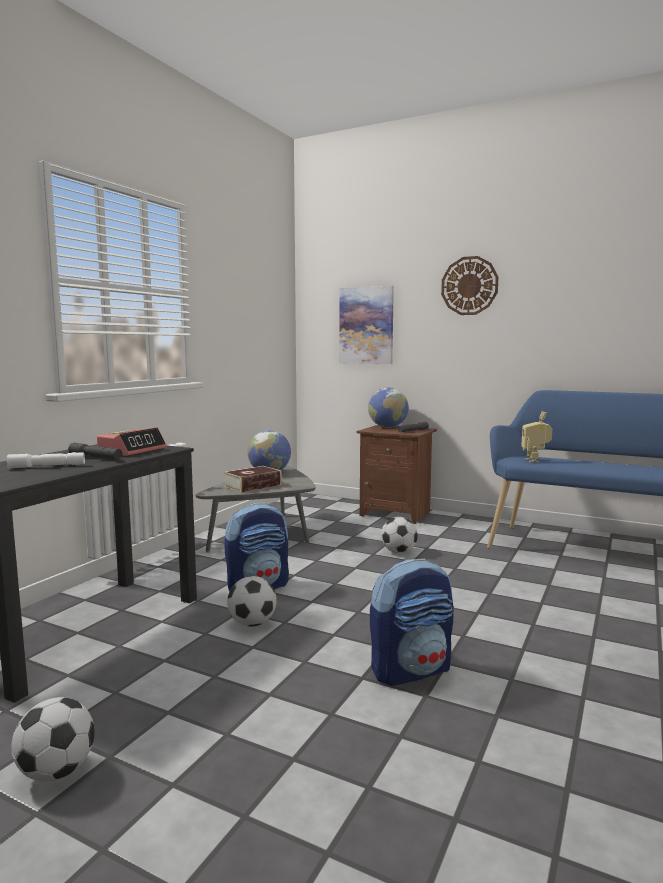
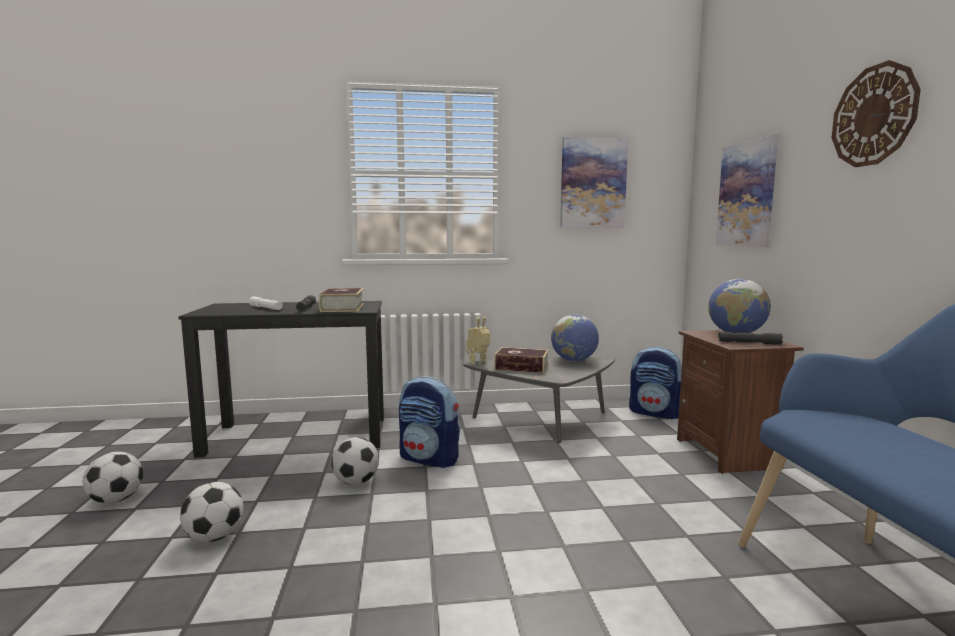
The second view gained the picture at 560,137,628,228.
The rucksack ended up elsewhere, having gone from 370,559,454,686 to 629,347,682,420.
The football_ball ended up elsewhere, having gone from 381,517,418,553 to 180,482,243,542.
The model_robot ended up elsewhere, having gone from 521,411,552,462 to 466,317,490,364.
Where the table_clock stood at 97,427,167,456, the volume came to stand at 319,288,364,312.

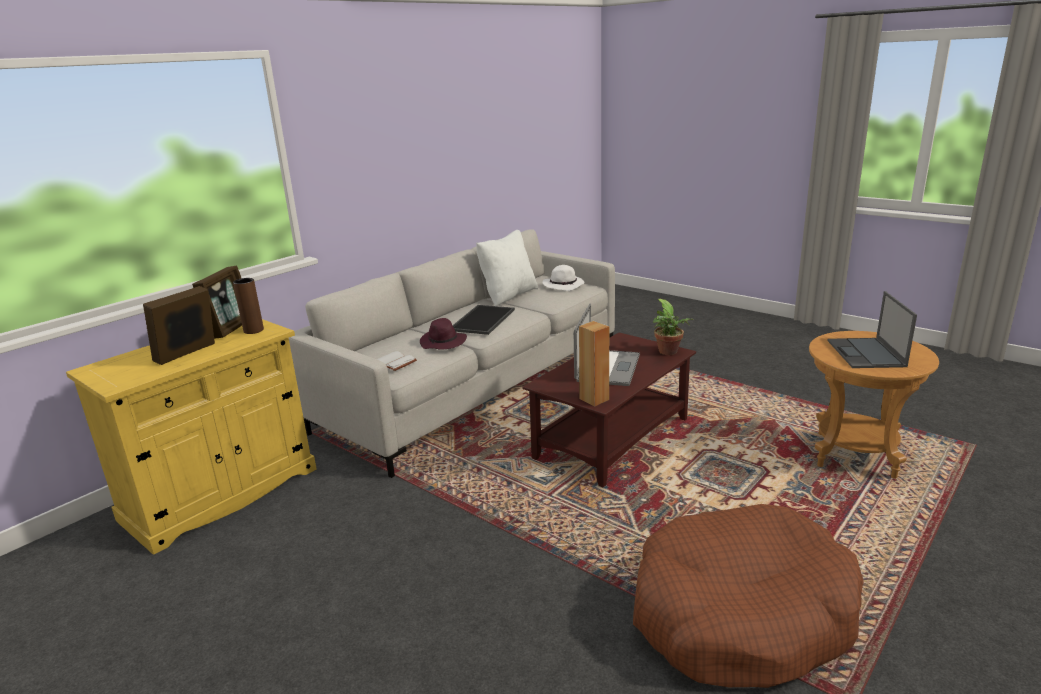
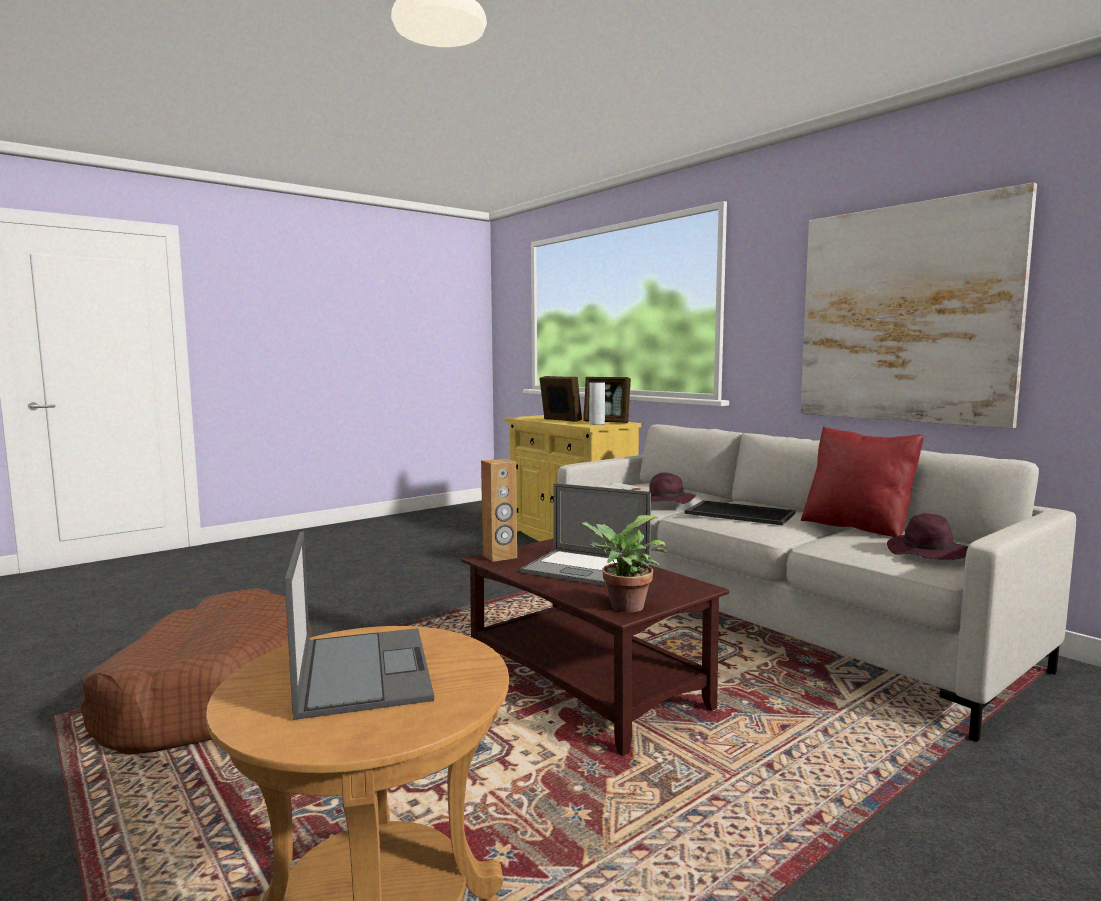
The second view gained the picture at 800,182,1037,428.
What was the brown-coloured_vase at 233,278,264,334 turned into the greyish_vase at 589,382,605,425.
What was the whitish_throw_pillow at 476,230,538,306 turned into the red-coloured_throw_pillow at 801,426,924,537.
What was the whitish_wearable_hat at 542,265,584,291 turned into the purple-coloured_wearable_hat at 887,514,968,560.
The notebook_computer at 827,291,917,368 ended up facing another way, 60 degrees clockwise from before.

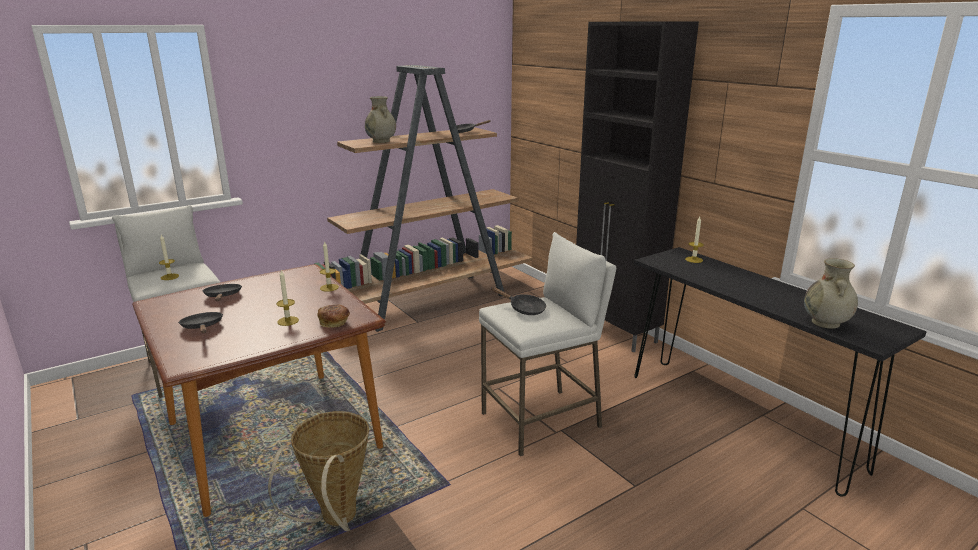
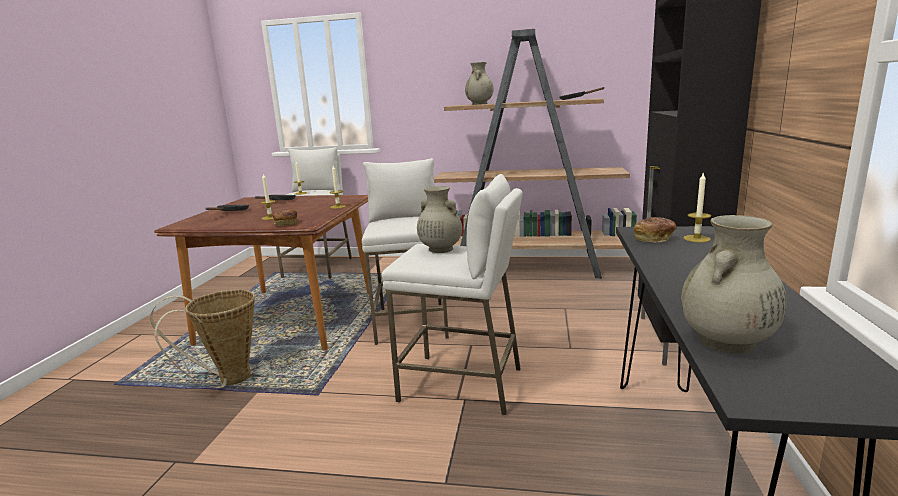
The second view gained the whitish_sitting_stool at 362,158,449,345.
The second view gained the bakery_bread at 634,217,677,242.
Where the black-coloured_pan stood at 491,287,546,315, the beige_vase came to stand at 417,186,462,253.

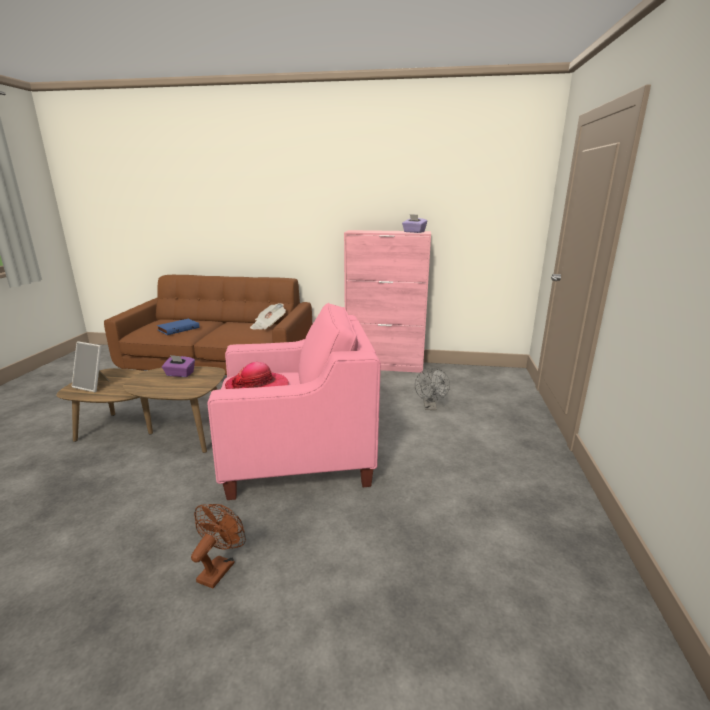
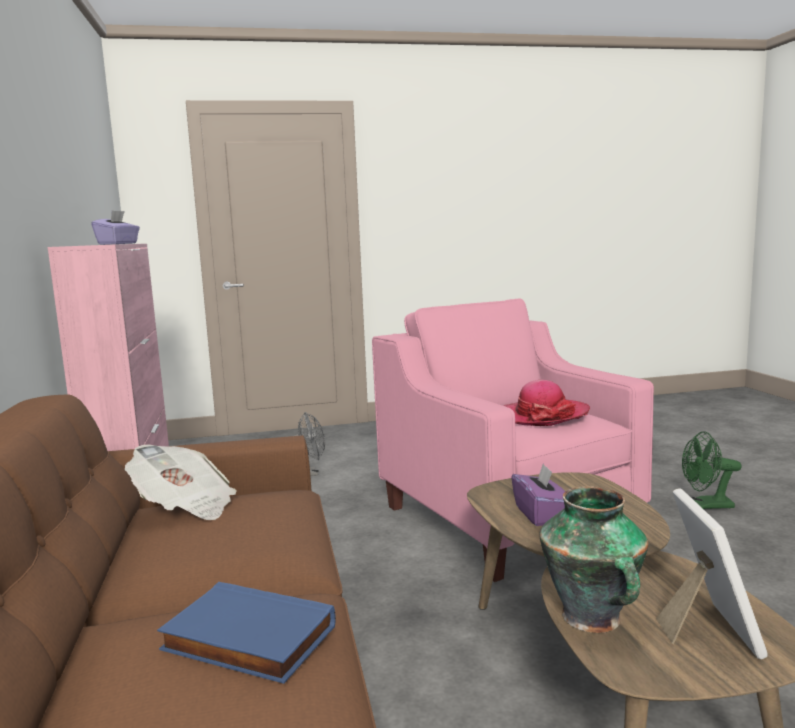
The second view gained the vase at 539,486,649,633.
What was the brown-coloured_fan at 191,504,246,589 turned into the greenish_fan at 682,431,742,509.

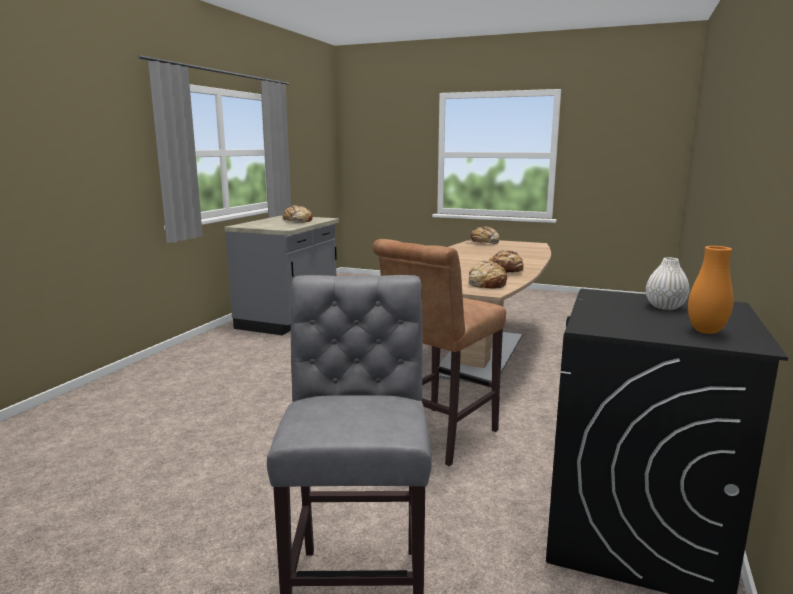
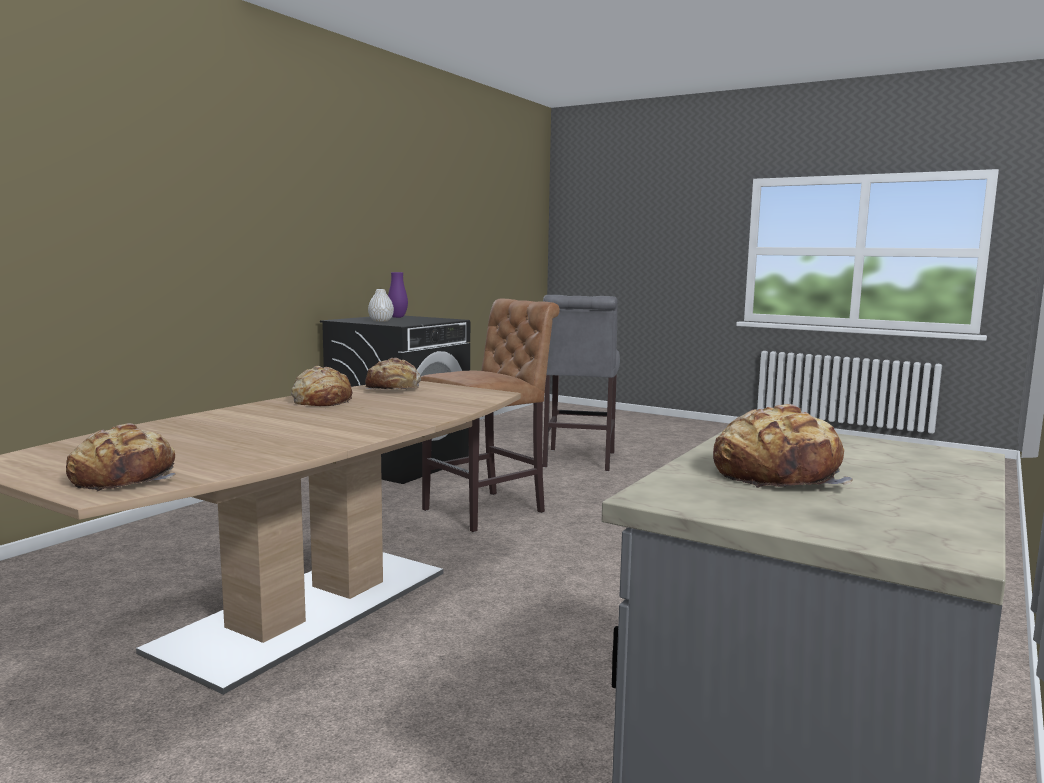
What was the orange-coloured_vase at 688,246,734,334 turned into the purple-coloured_vase at 388,272,408,318.

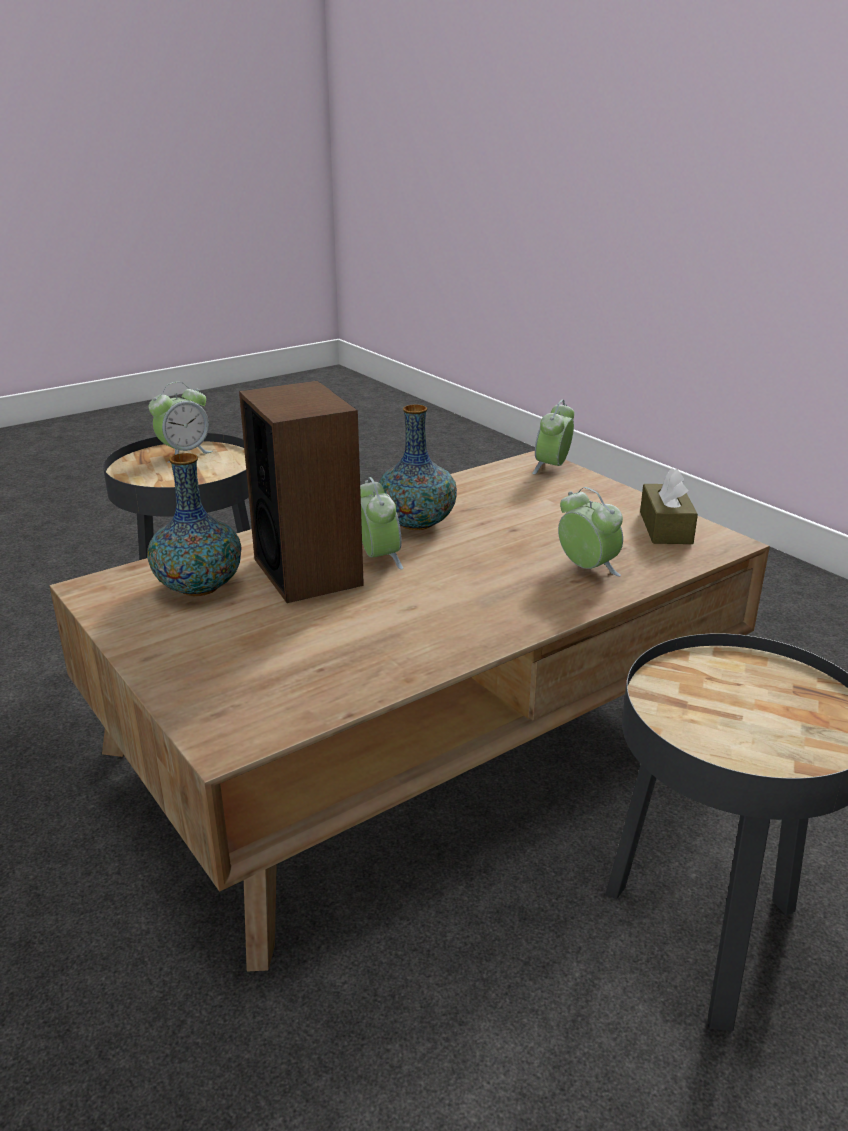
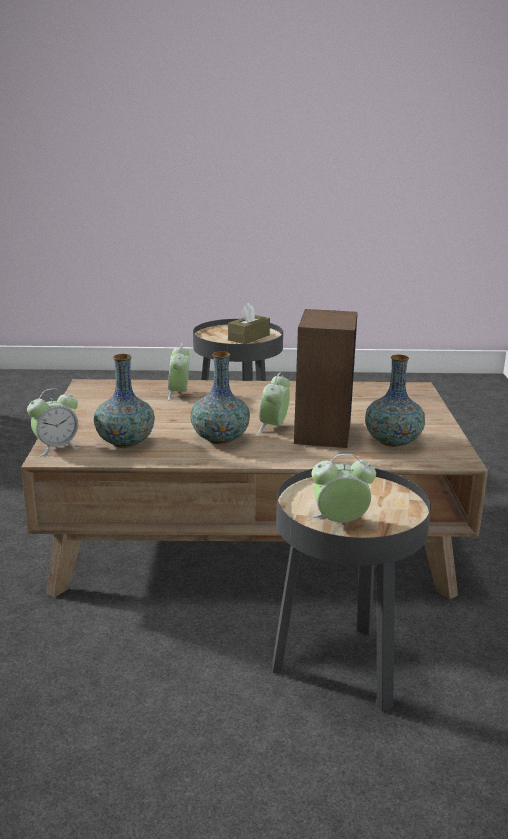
The second view gained the vase at 94,354,155,448.
The brown-coloured_box_of_tissues ended up elsewhere, having gone from 640,468,698,544 to 228,303,270,344.

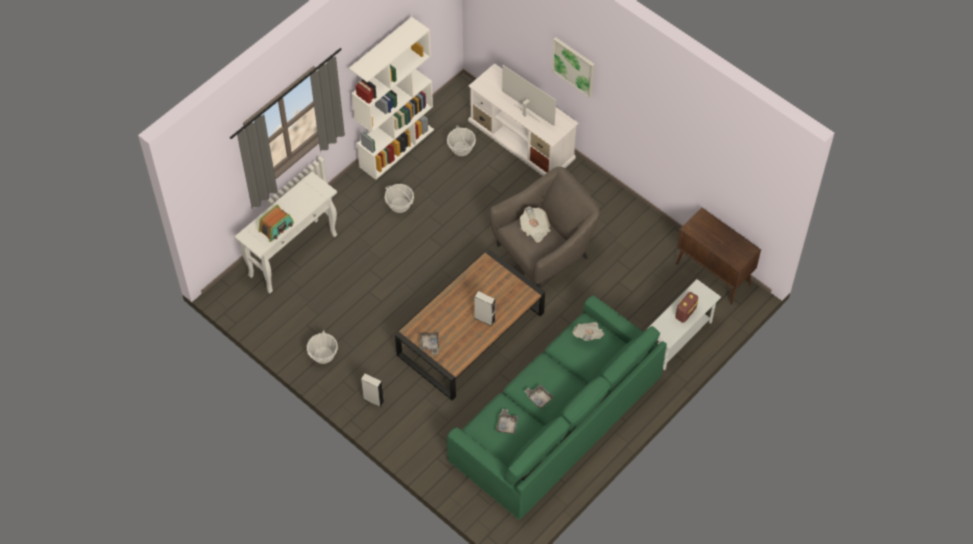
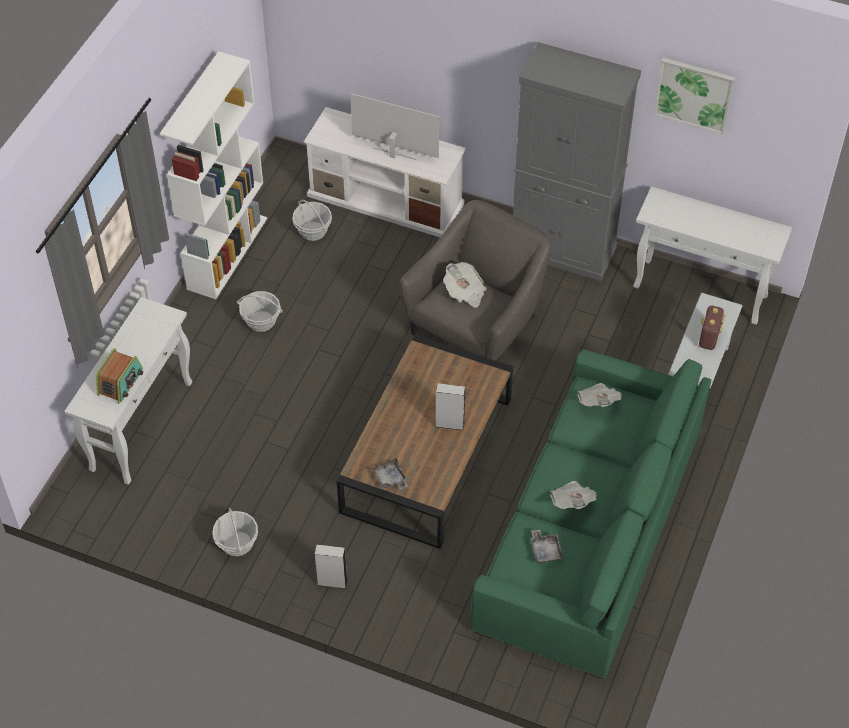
The second view gained the greyish_cabinet at 513,42,641,281.
The picture ended up elsewhere, having gone from 552,37,595,98 to 653,58,735,135.
Where the greyish_serving_tray stood at 524,384,554,408, the printed_paper came to stand at 550,481,597,509.
Where the brown-coloured_cabinet stood at 676,208,761,304, the whitish_hall_table came to stand at 633,186,792,325.

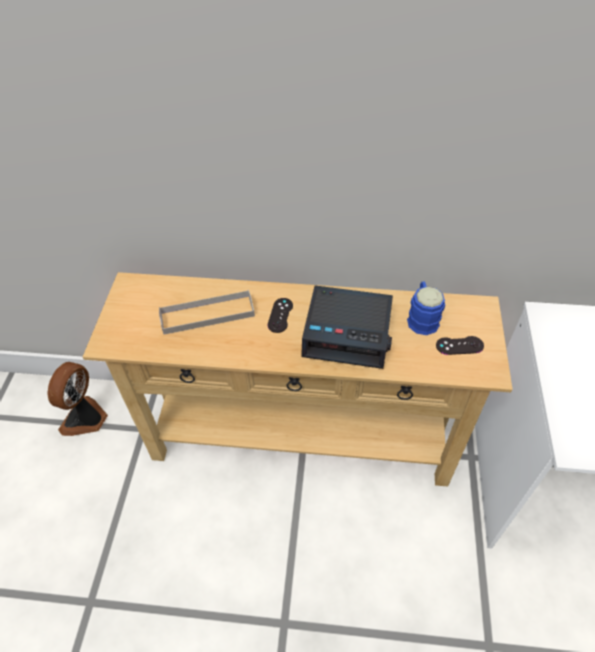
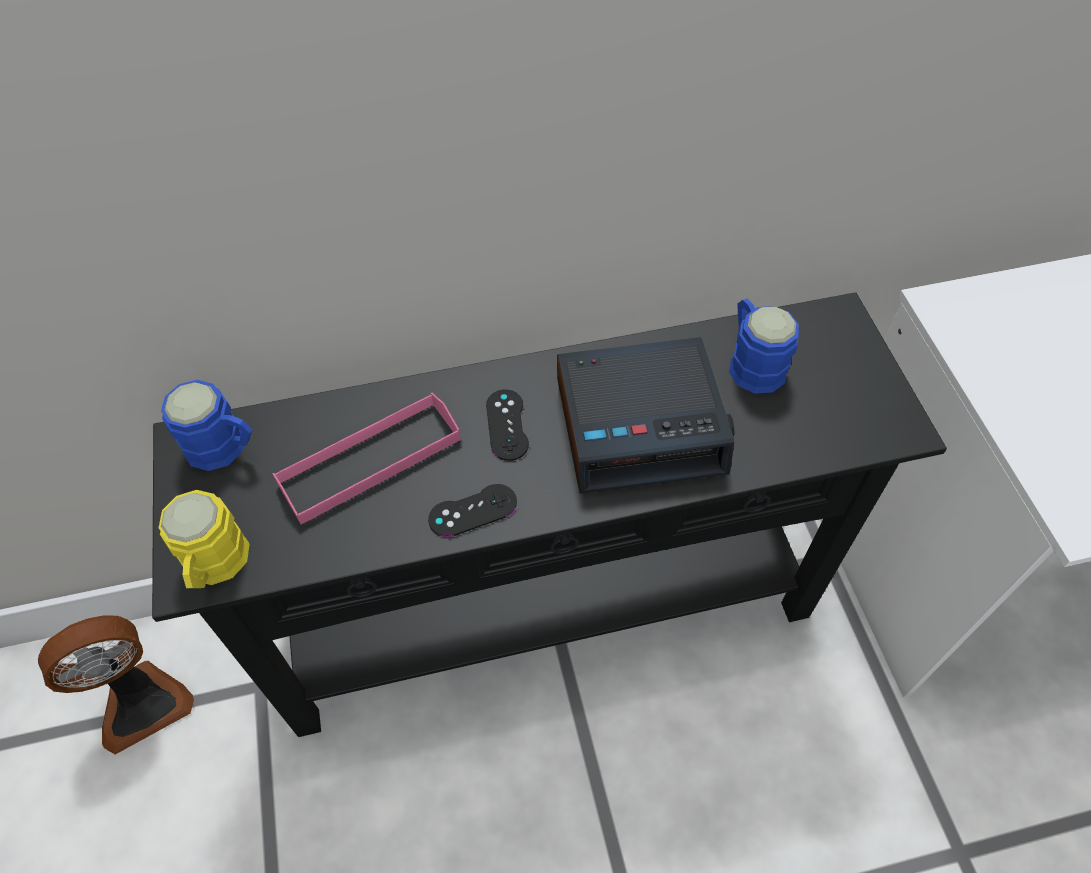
The second view gained the yellowish_coffee_mug at 159,490,250,588.
The second view gained the bluish_coffee_mug at 161,380,253,471.
The black-coloured_game_controller ended up elsewhere, having gone from 436,336,484,355 to 428,484,517,537.
What was the beige_hall_table at 83,272,513,486 turned into the black-coloured_hall_table at 152,292,947,737.
What was the greyish_serving_tray at 159,290,255,335 turned into the pink_serving_tray at 272,393,461,524.
The fan at 48,362,108,436 ended up facing another way, 120 degrees counterclockwise from before.

